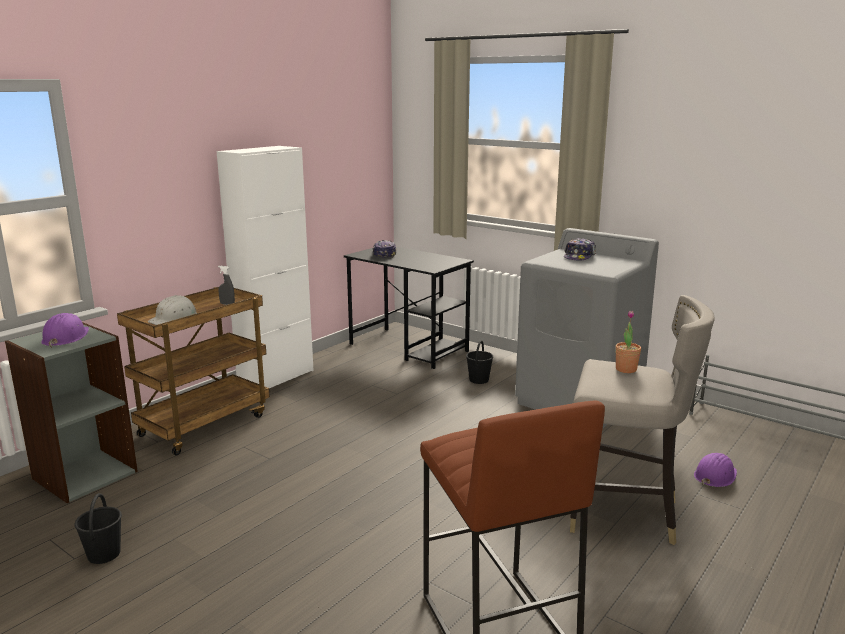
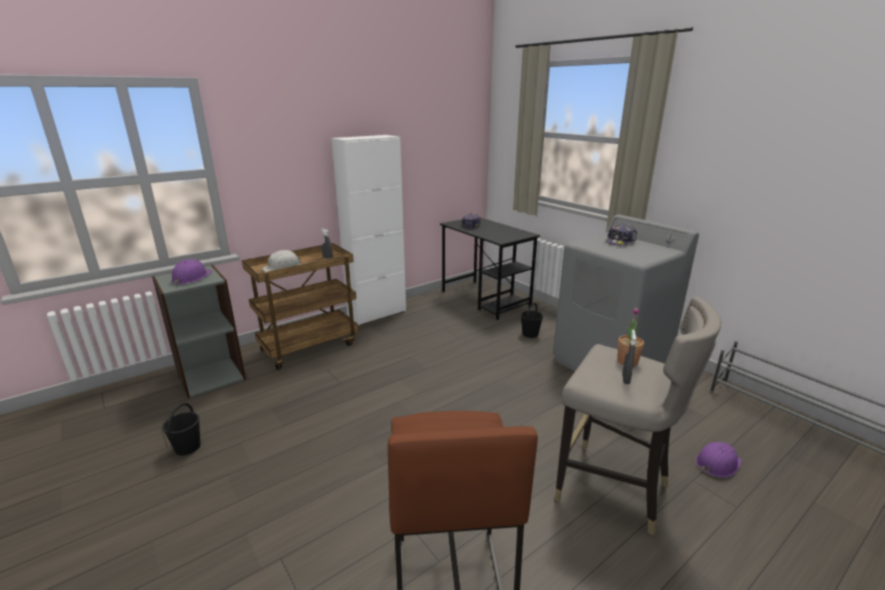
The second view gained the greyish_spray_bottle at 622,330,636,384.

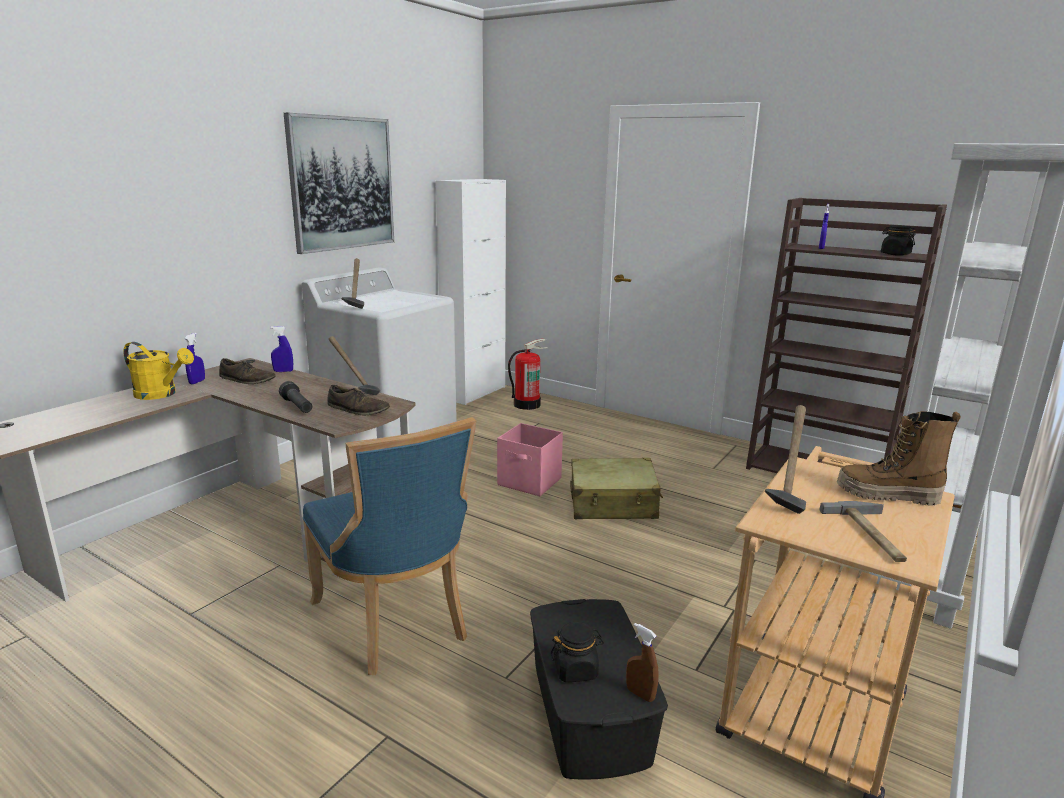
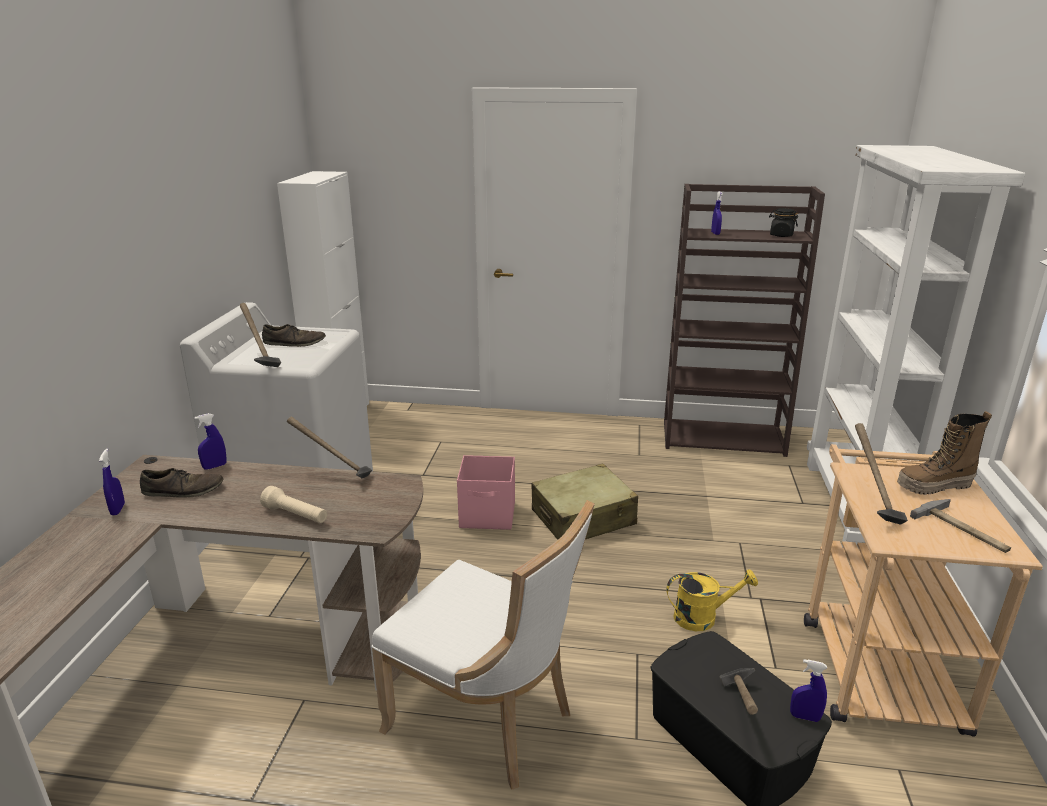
The second view lost the picture at 284,113,394,254.
The second view lost the fire_extinguisher at 508,339,548,410.
The yellowish_watering_can ended up elsewhere, having gone from 123,342,194,400 to 666,569,758,631.
The brown-coloured_item_of_footwear ended up elsewhere, having gone from 327,385,390,415 to 262,324,326,347.
Where the black-coloured_jar stood at 550,622,604,682, the hammer came to stand at 719,668,758,715.
What was the black-coloured_hand_torch at 279,381,312,413 turned into the beige_hand_torch at 260,486,327,523.
What was the bluish_upright_chair at 303,417,476,675 turned into the whitish_upright_chair at 371,500,595,790.
What was the brown-coloured_spray_bottle at 626,623,659,702 turned into the bluish_spray_bottle at 790,659,827,722.

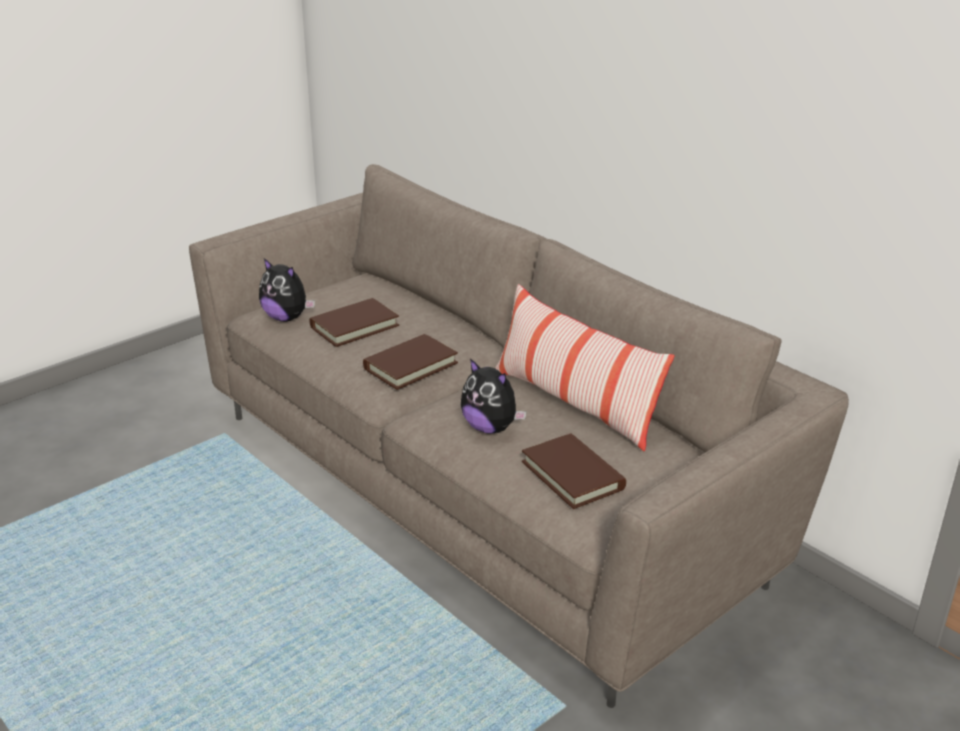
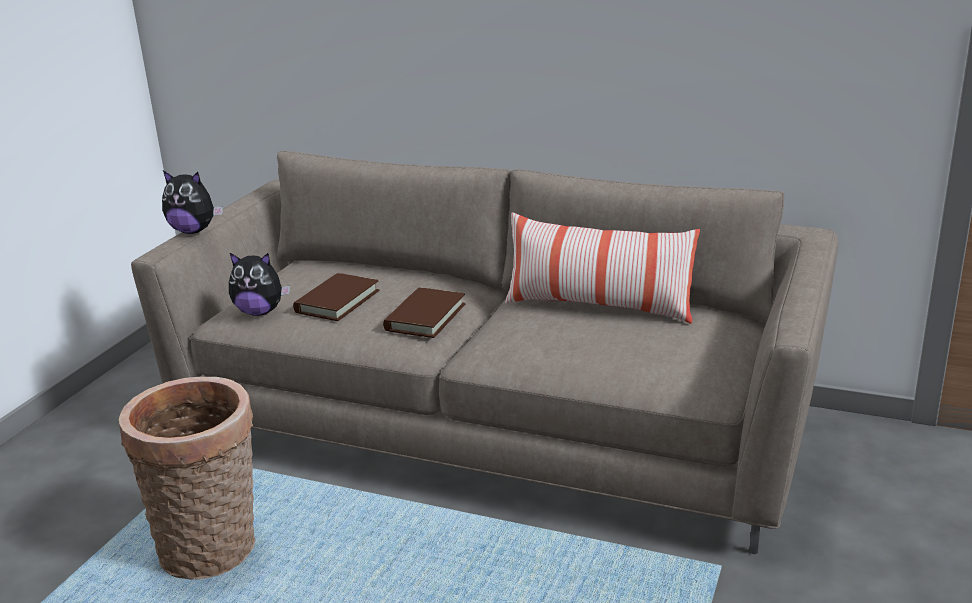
The second view lost the brown-coloured_volume at 522,433,626,509.
The second view gained the storage_basket at 119,377,255,580.
The plush_toy ended up elsewhere, having gone from 461,358,527,434 to 162,171,223,234.

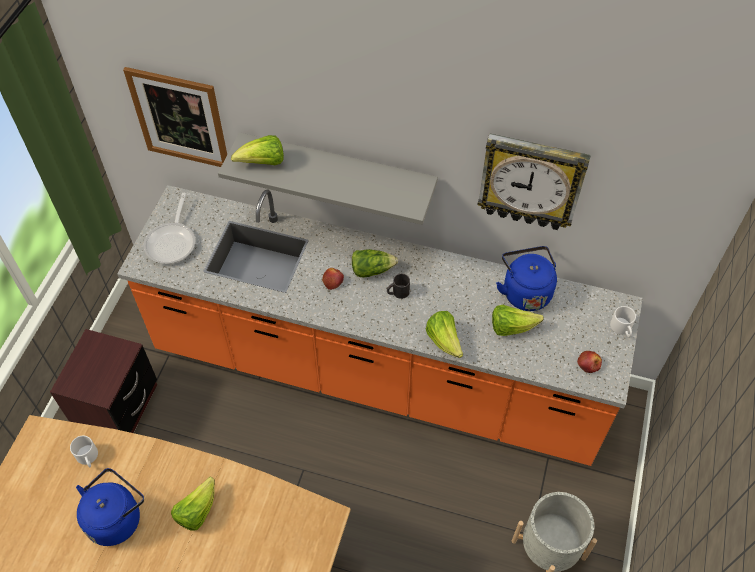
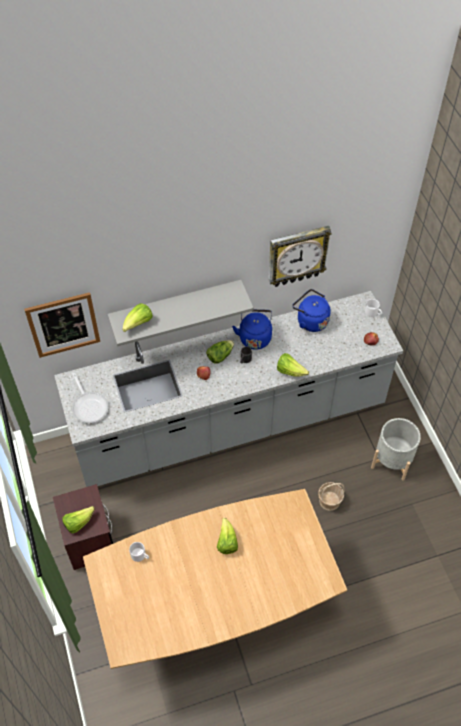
The second view gained the storage_basket at 318,482,345,511.
The bluish_tea_kettle ended up elsewhere, having gone from 76,468,144,546 to 232,309,272,350.
The head_of_lettuce ended up elsewhere, having gone from 492,305,544,336 to 62,506,95,533.
What was the orange-coloured_kitchen_base_unit at 117,185,643,466 turned into the greyish_kitchen_base_unit at 54,291,403,487.

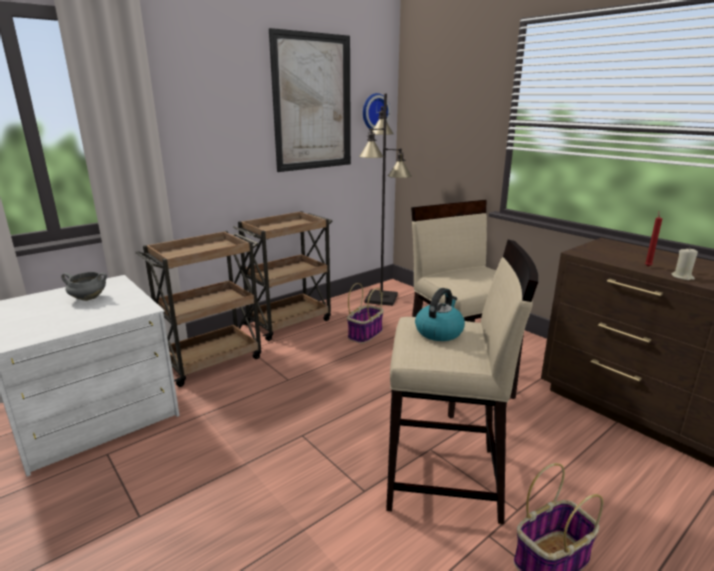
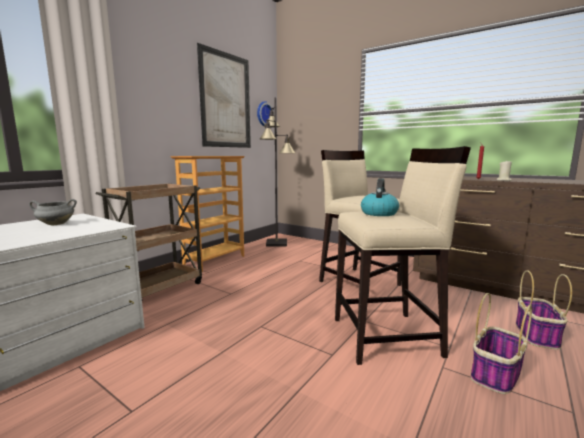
The storage_basket ended up elsewhere, having gone from 347,283,384,344 to 516,270,572,350.
Where the brown-coloured_cart stood at 233,211,333,341, the shelving_unit came to stand at 170,156,245,272.

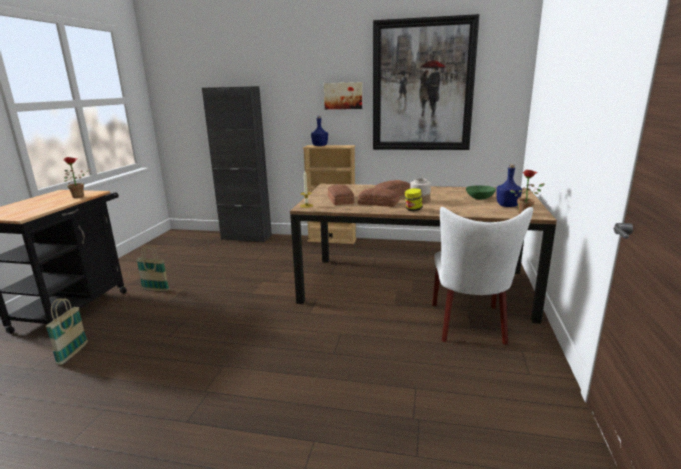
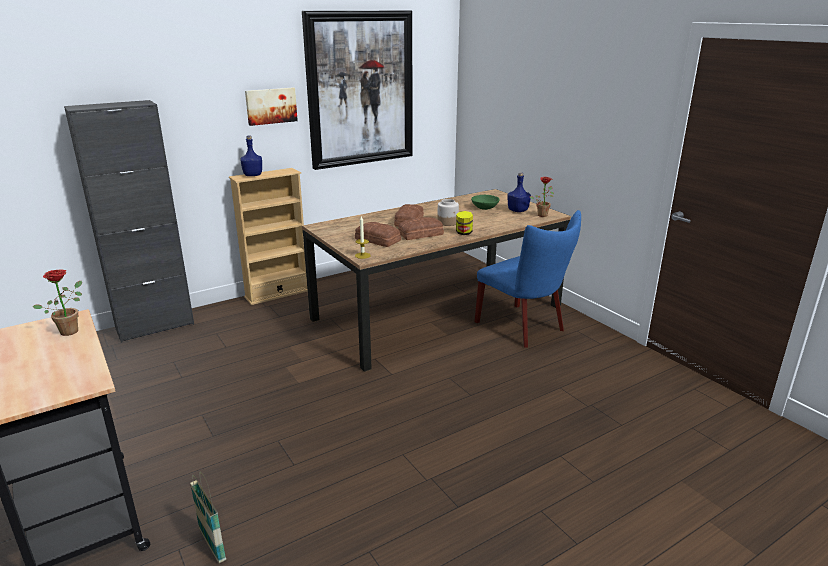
The second view lost the storage_basket at 136,246,170,291.
What was the whitish_upright_chair at 432,207,533,345 turned into the bluish_upright_chair at 474,210,581,348.

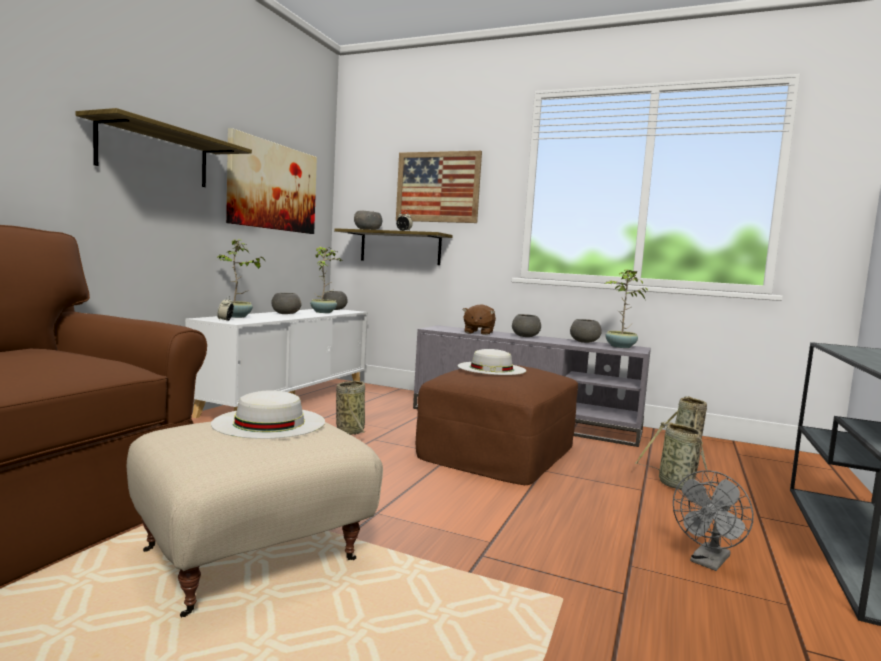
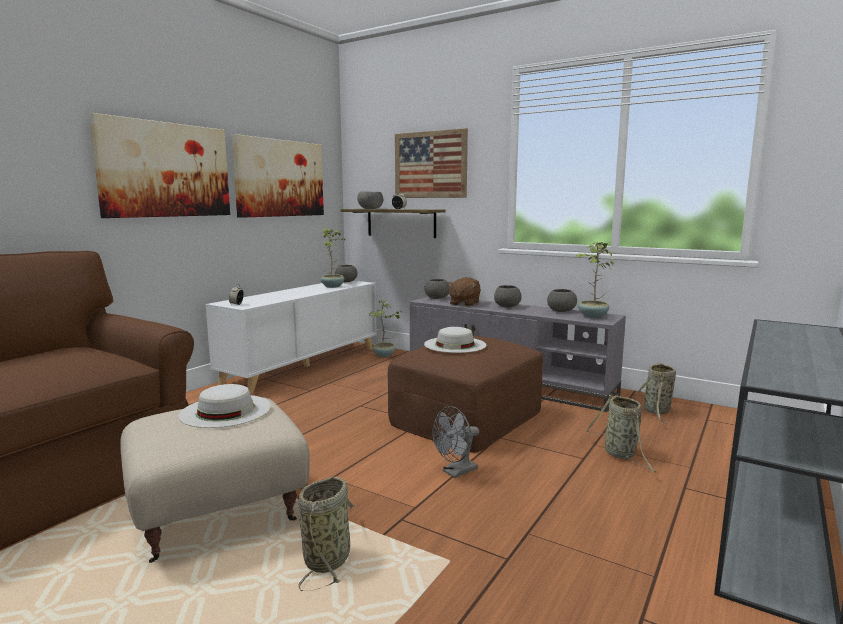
The houseplant ended up elsewhere, having gone from 216,239,265,318 to 369,299,403,357.
The greyish_deep_dish ended up elsewhere, having gone from 271,293,301,314 to 424,279,450,299.
The storage_basket ended up elsewhere, having gone from 336,381,365,435 to 298,477,356,591.
The greyish_fan ended up elsewhere, having gone from 673,470,754,571 to 432,406,479,478.
Where the shelf hung at 76,108,252,187, the picture came to hang at 89,113,230,218.

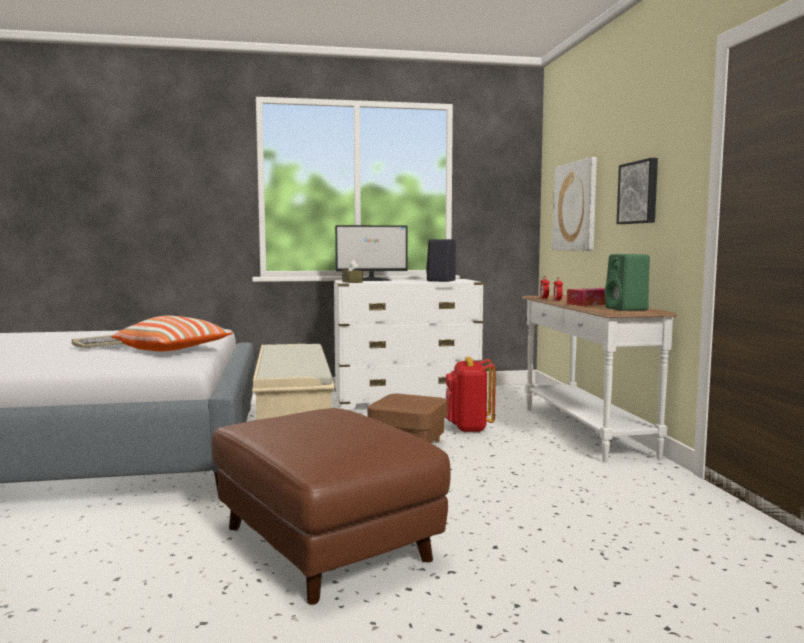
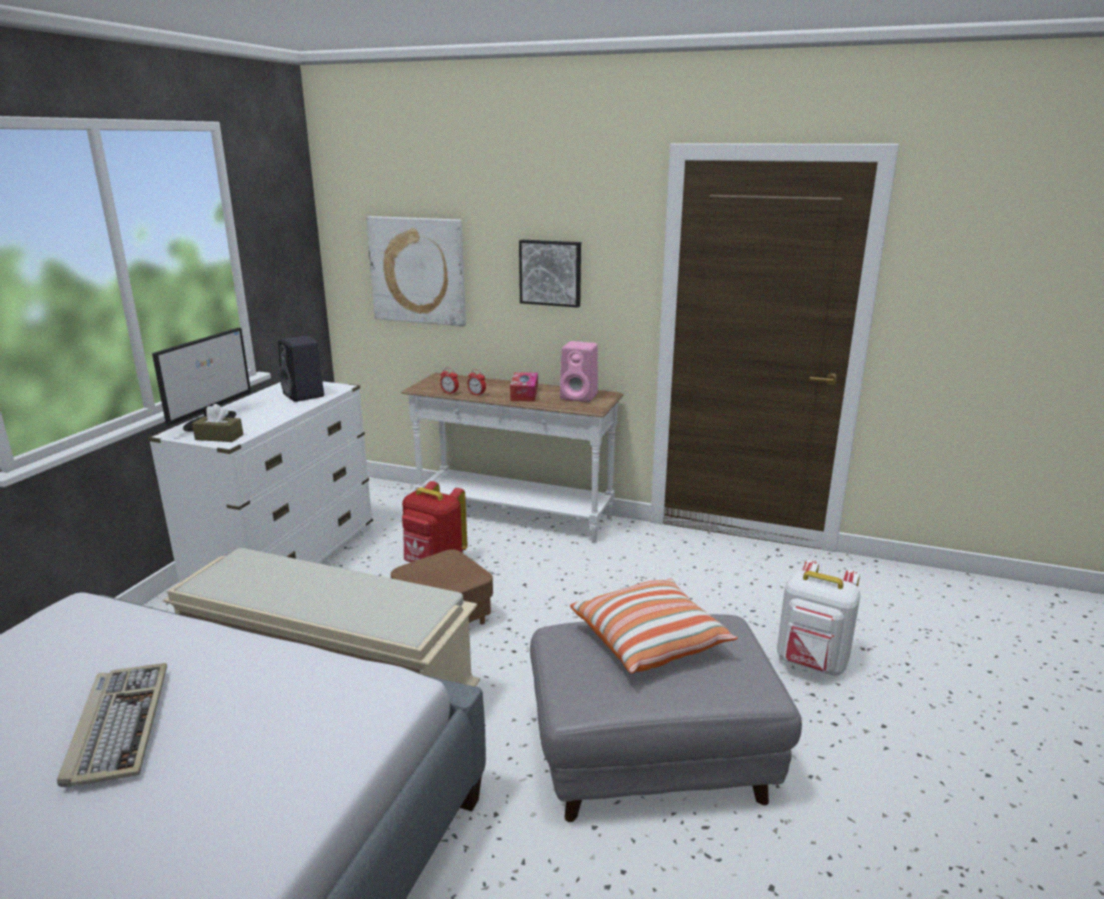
The second view gained the whitish_rucksack at 777,560,861,676.
The throw_pillow ended up elsewhere, having gone from 112,316,233,351 to 570,579,737,674.
What was the brown-coloured_ottoman at 212,408,451,605 turned into the greyish_ottoman at 530,614,802,822.
What was the greenish_speaker at 605,254,650,311 turned into the pink_speaker at 560,341,598,402.

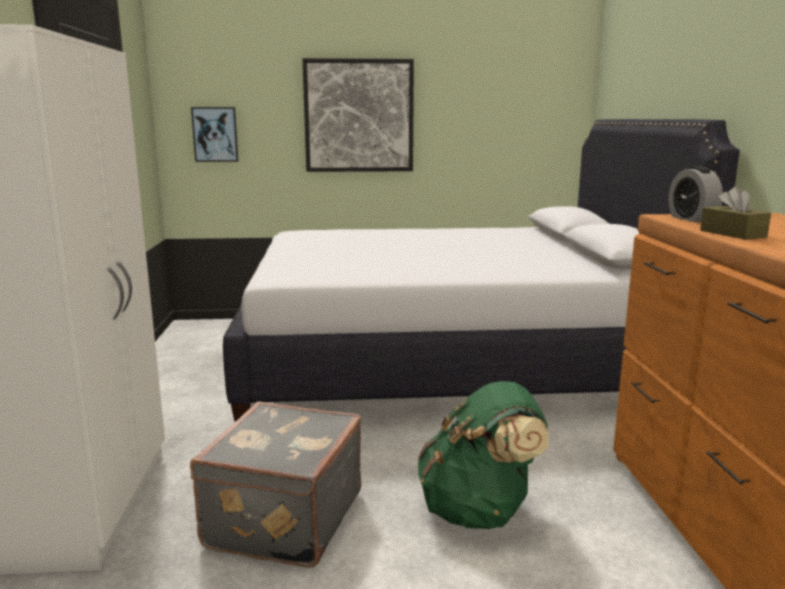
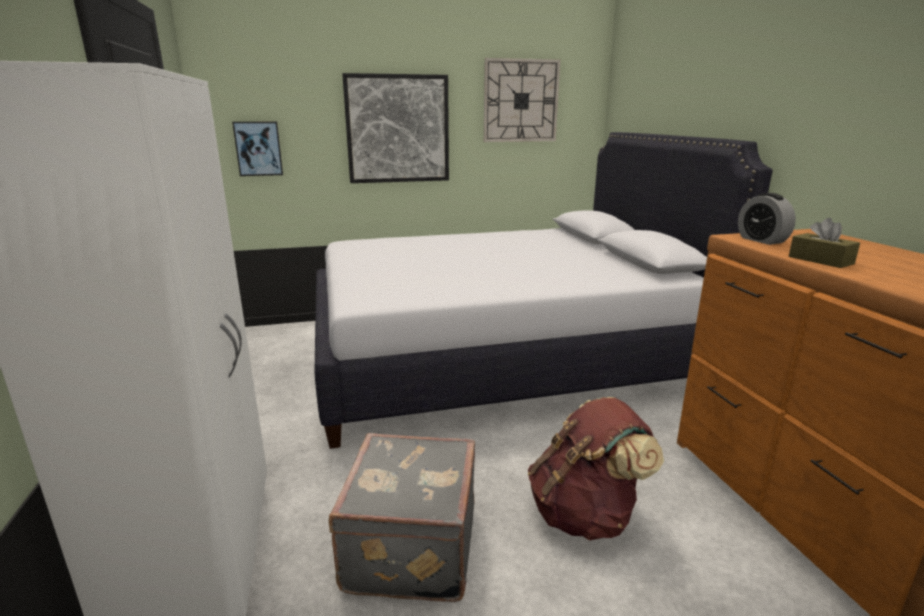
The second view gained the clock_on_the_wall at 484,58,560,142.
What was the greenish_rucksack at 418,381,549,529 turned into the brown-coloured_rucksack at 528,397,664,540.

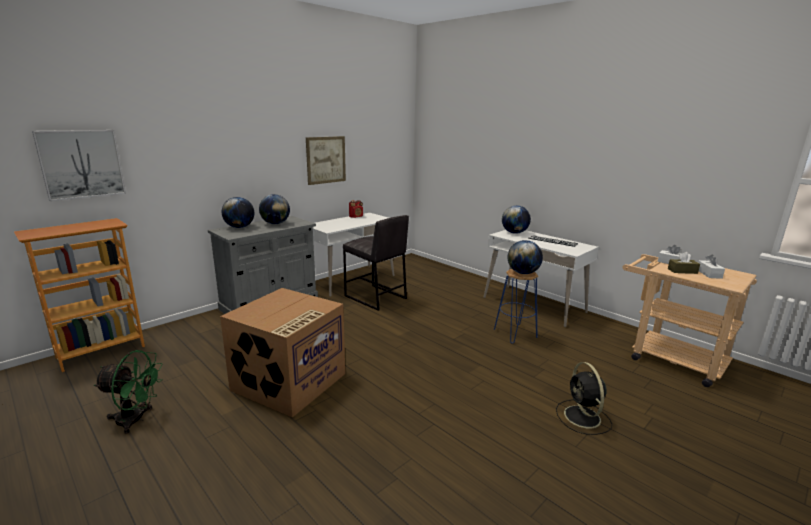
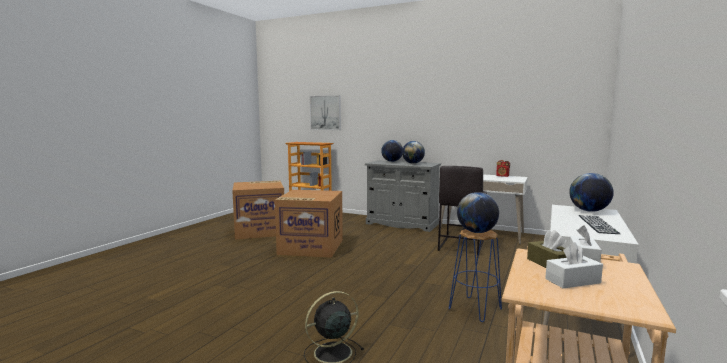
The second view lost the picture at 306,136,346,185.
Where the greenish_fan stood at 94,350,163,434, the carton came to stand at 232,181,284,239.

